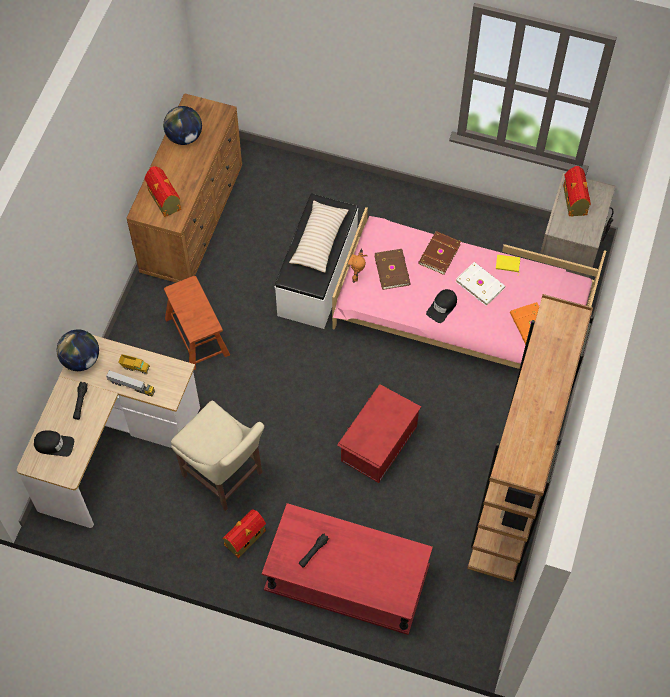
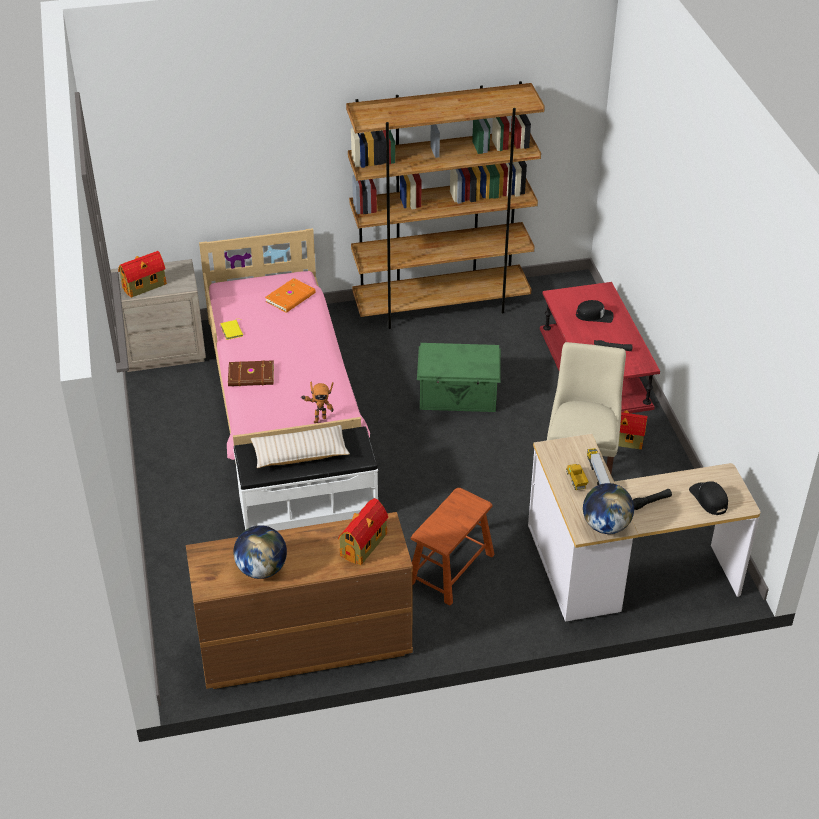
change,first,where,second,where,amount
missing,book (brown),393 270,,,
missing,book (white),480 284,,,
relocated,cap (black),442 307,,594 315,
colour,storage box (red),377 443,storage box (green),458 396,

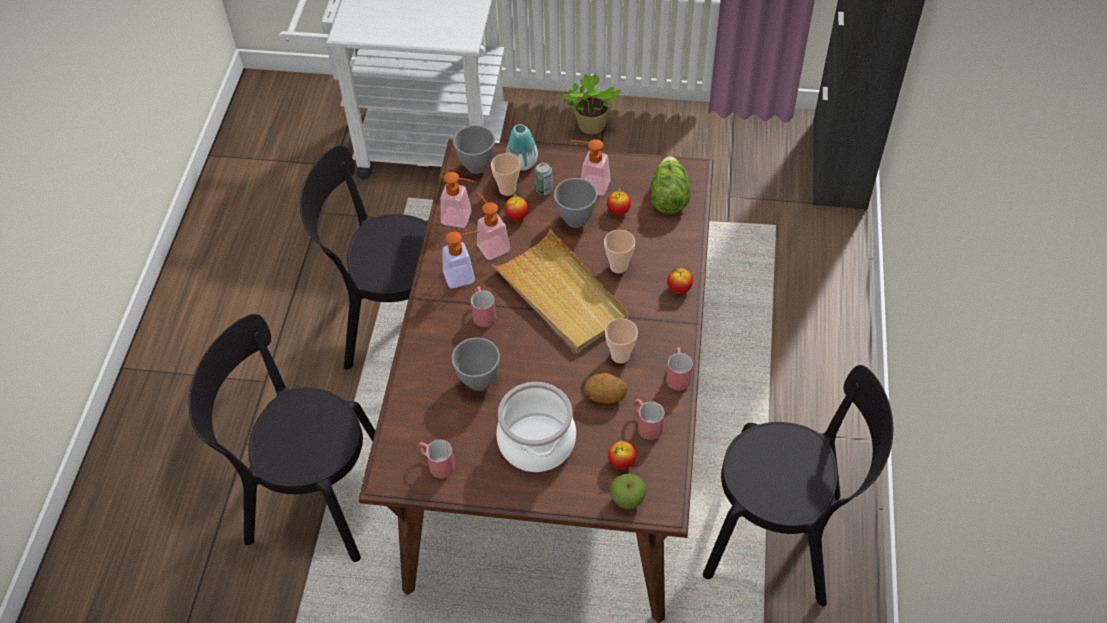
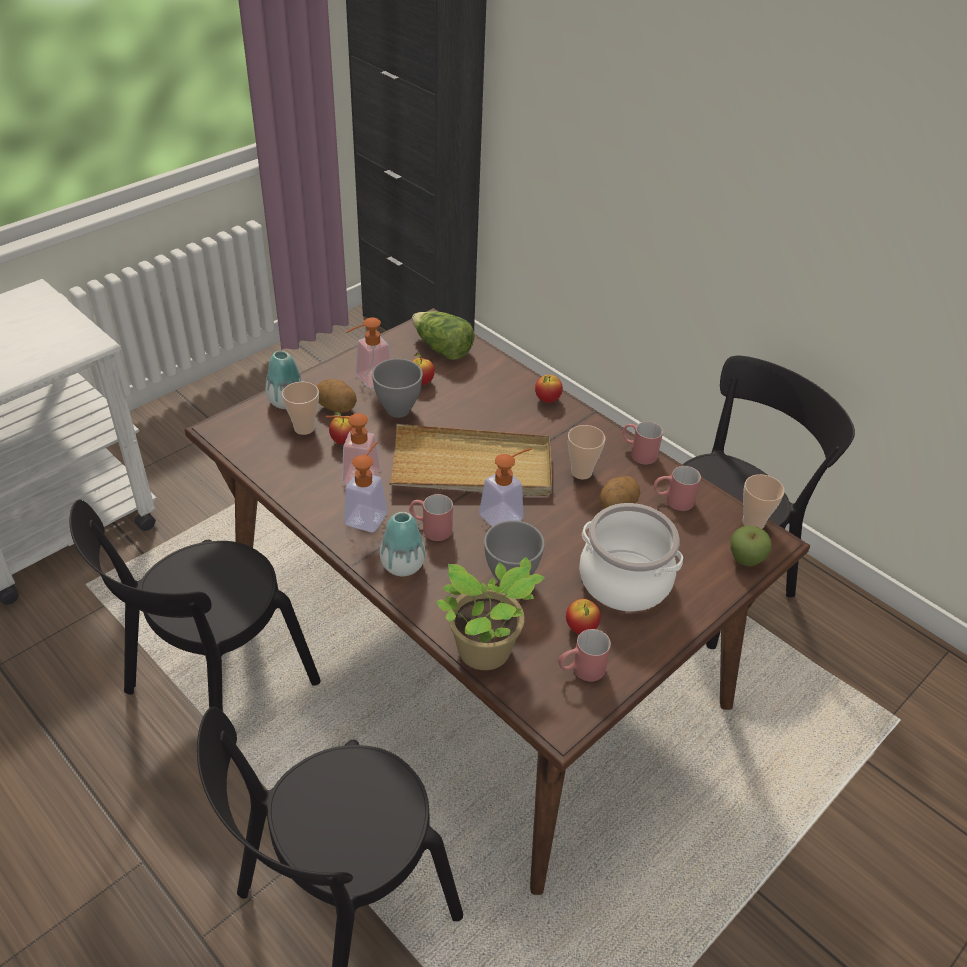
change,first,where,second,where,amount
missing,bowl (grey),477 167,,,
appeared,,,vase,402 565,
relocated,soap dispenser,462 218,,507 514,
relocated,potted plant,590 126,,486 653,
relocated,cup,618 266,,753 523,
relocated,apple,621 462,,581 628,
exchanged,can,544 190,potato,337 408,

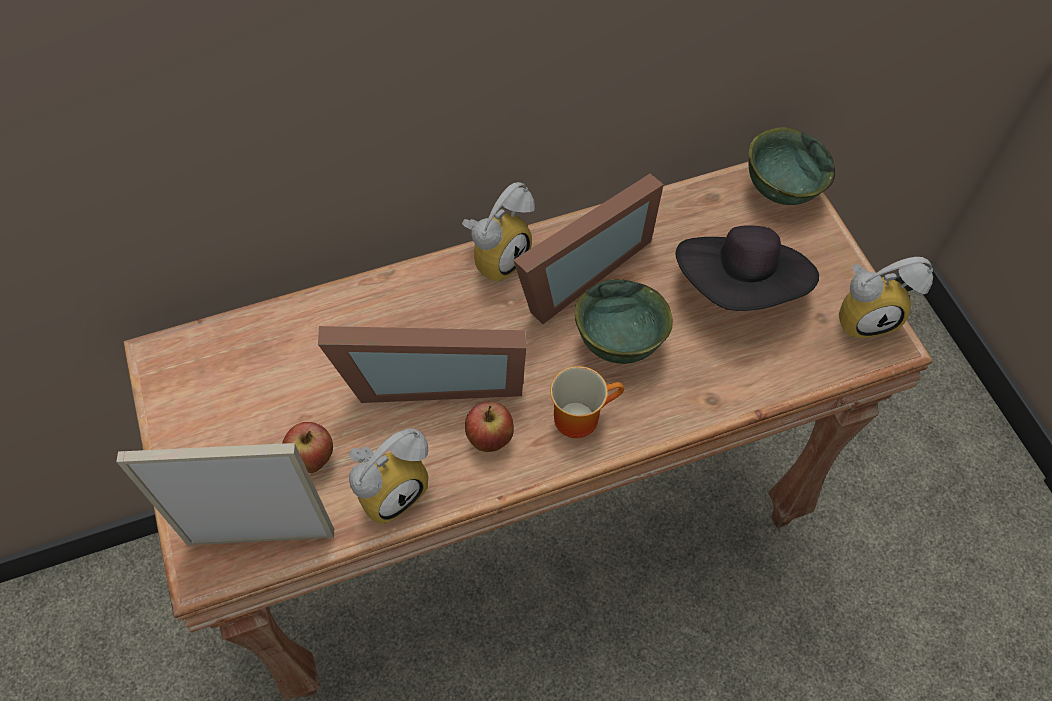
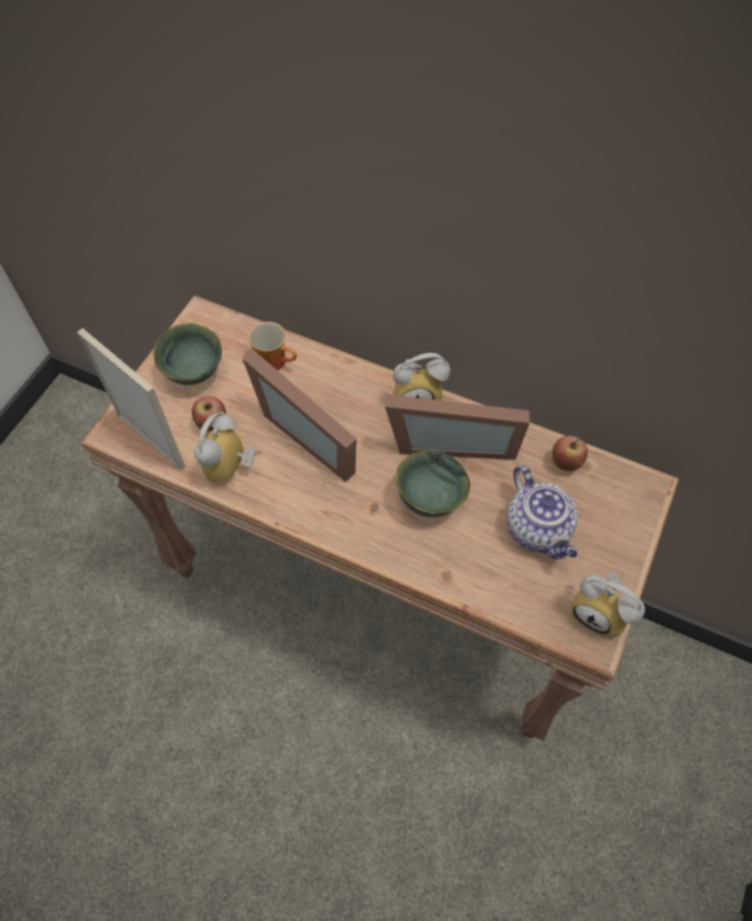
change,first,where,second,where,amount
relocated,apple,490 439,,565 463,
relocated,mug,580 414,,275 360,
relocated,bowl (green),779 190,,194 371,
exchanged,hat (black),740 288,teapot,538 530,
spun,alarm clock,391 487,,231 470,105 degrees clockwise

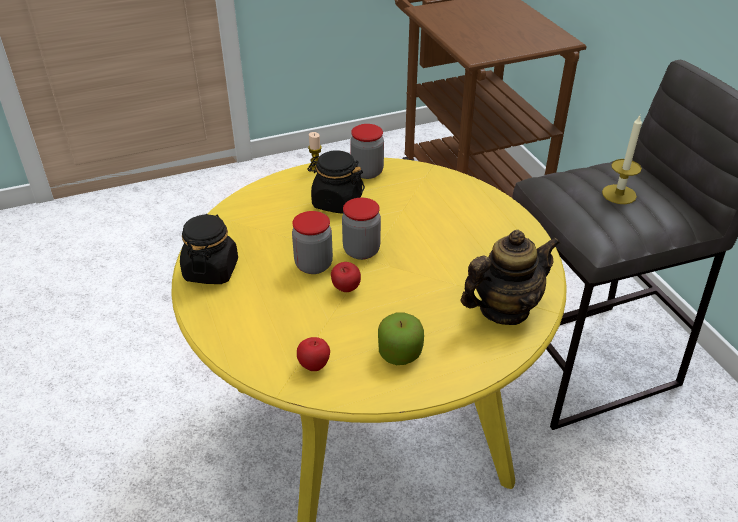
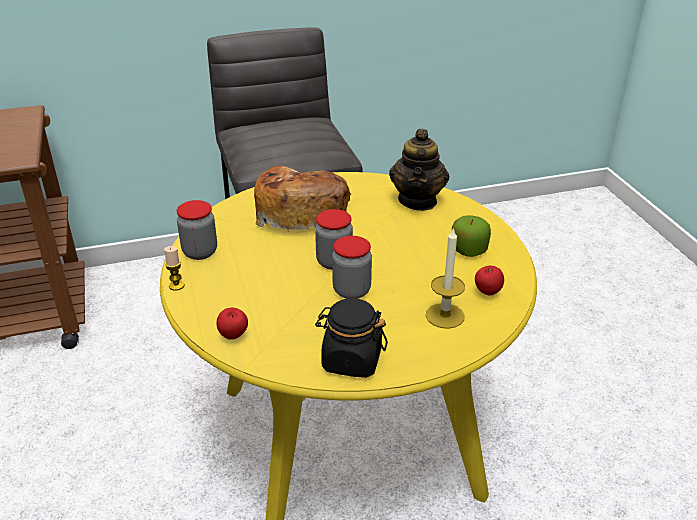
change,first,where,second,where,amount
missing,jar (black),336 202,,,
appeared,,,bread,300 211,
relocated,apple,345 290,,233 337,
relocated,candle,619 194,,445 316,
spun,teapot,504 309,,418 201,150 degrees counterclockwise

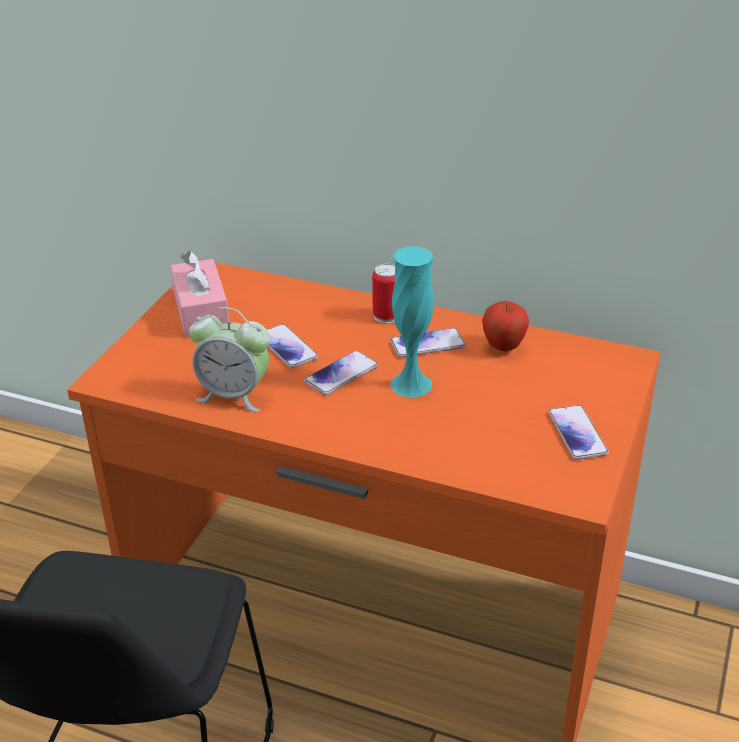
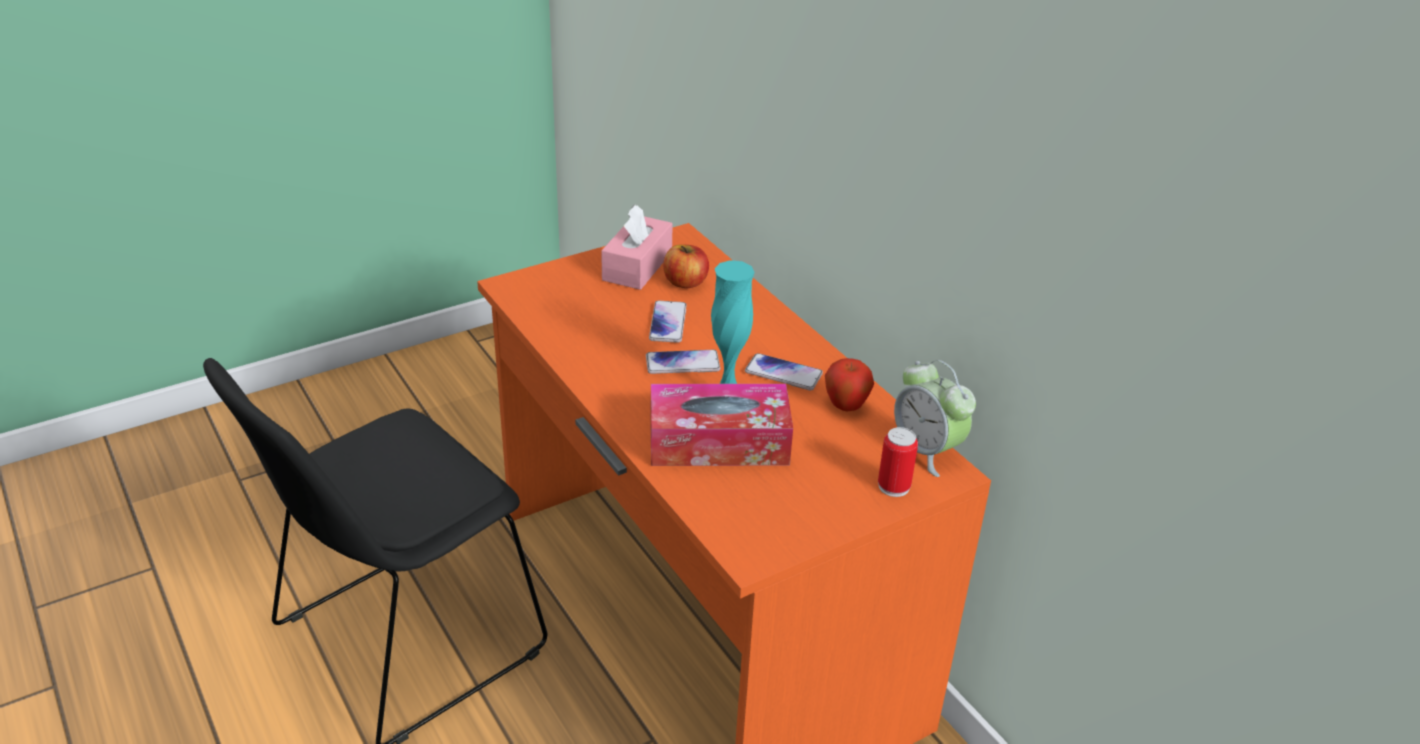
change,first,where,second,where,amount
missing,phone,577 433,,,
appeared,,,tissue box,718 442,
appeared,,,apple,685 282,
relocated,alarm clock,234 395,,926 450,
relocated,can,386 316,,894 486,

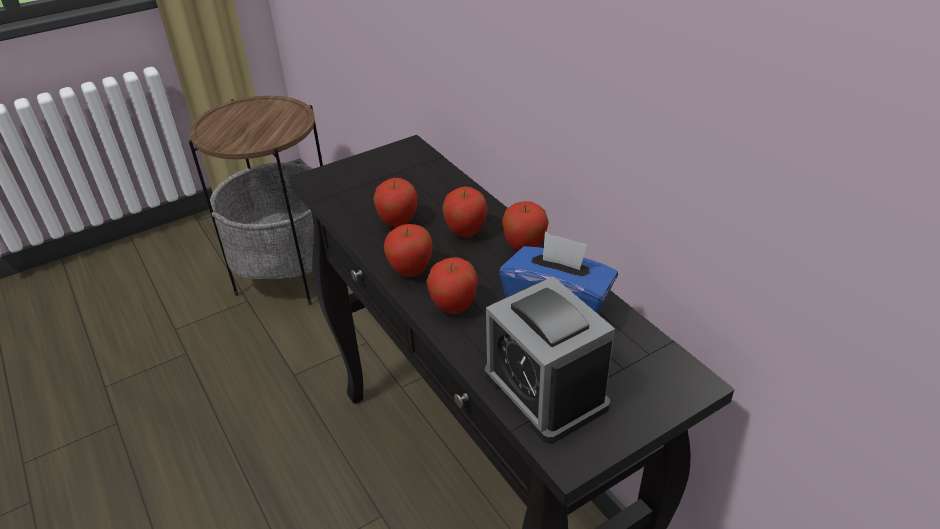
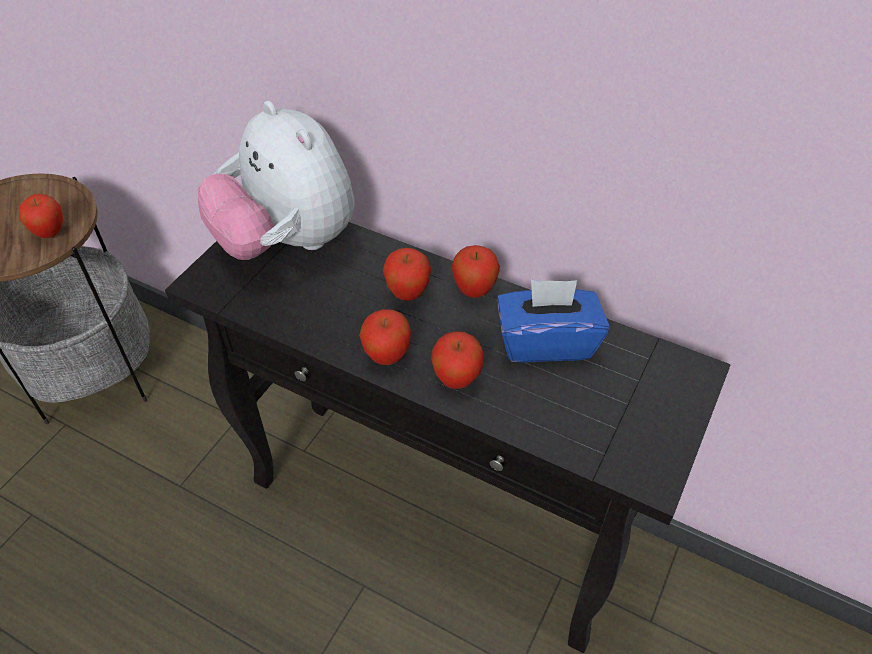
change,first,where,second,where,amount
missing,alarm clock,545 390,,,
appeared,,,plush toy,287 243,
relocated,apple,398 223,,50 233,

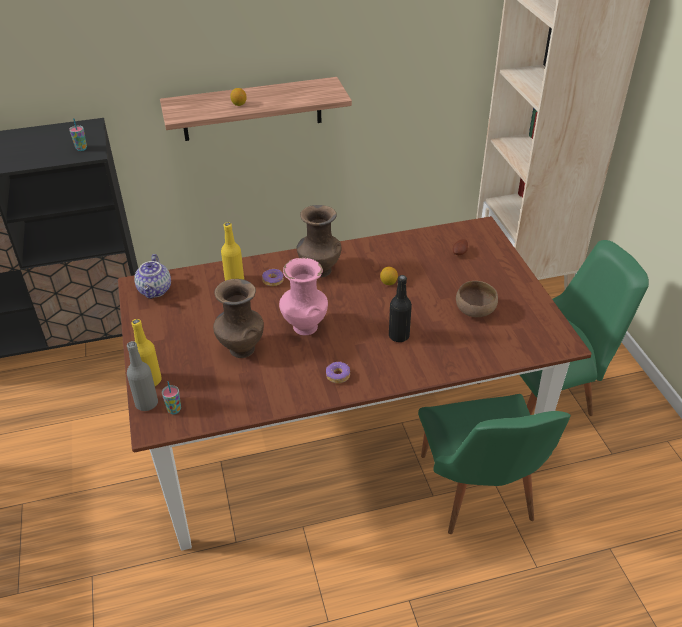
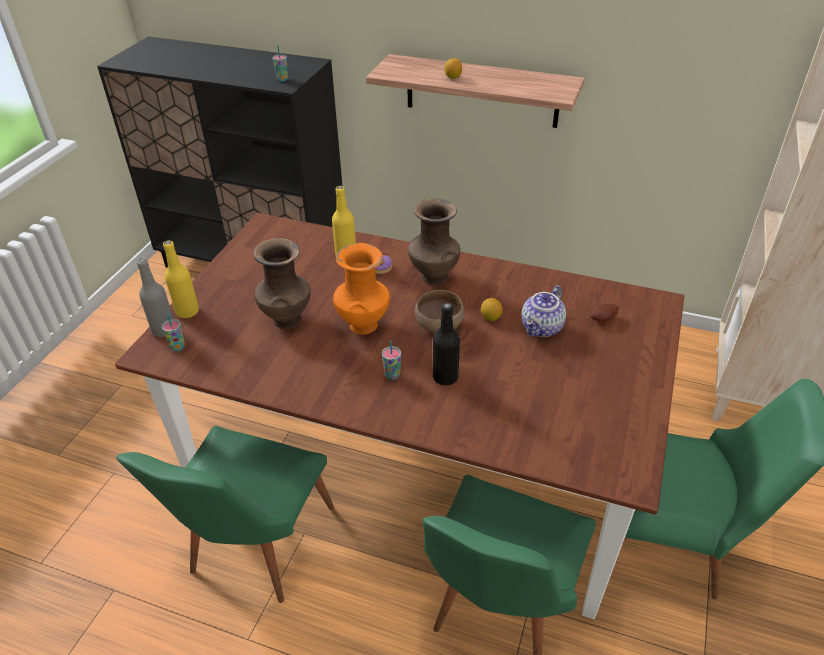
change,first,where,second,where,amount
missing,donut,337 376,,,
appeared,,,chair (green),253 550,
appeared,,,cup,392 375,
relocated,teapot,156 290,,542 328,
relocated,bowl (brown),476 311,,439 326,
colour,vase (pink),304 326,vase (orange),363 324,

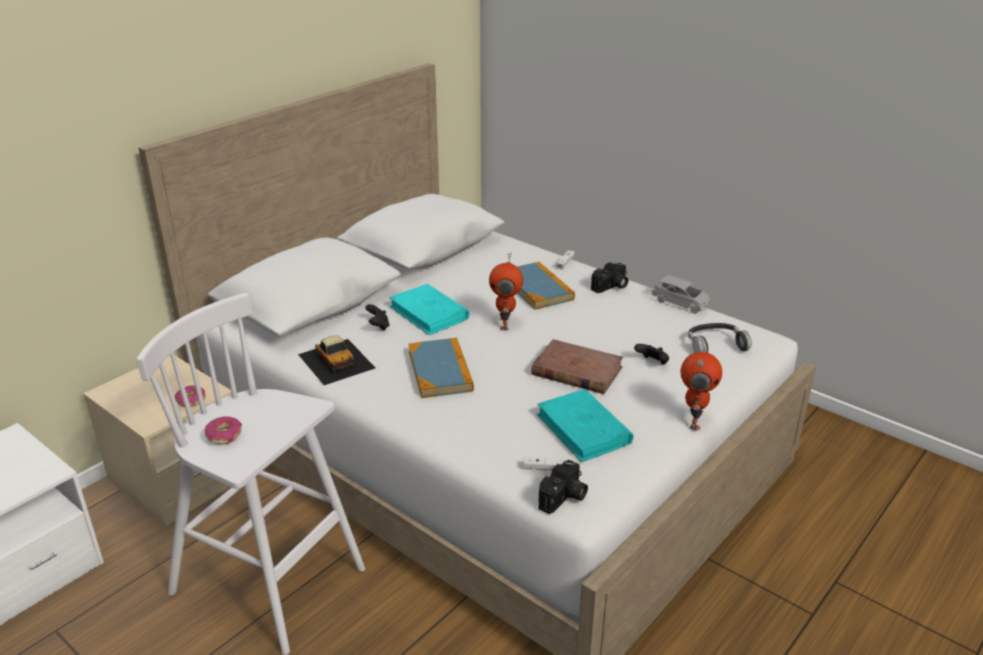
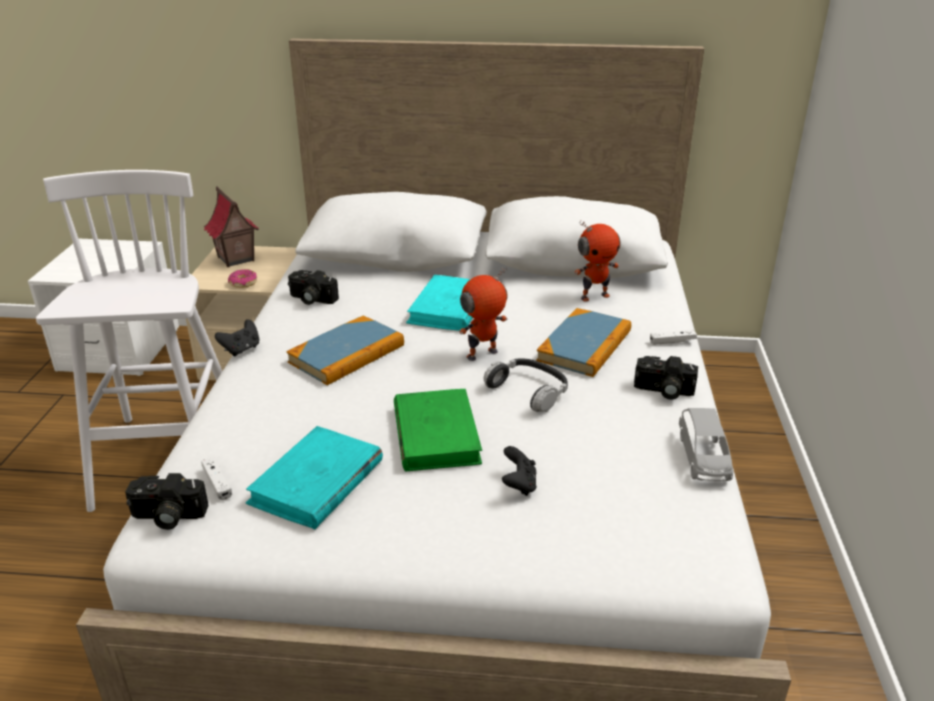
change,first,where,second,where,amount
missing,donut,224 435,,,
appeared,,,toy house,235 259,
relocated,game controller (black),378 326,,241 349,
relocated,toy robot,693 420,,594 296,
relocated,headphones,716 345,,528 391,
exchanged,toy car,336 360,photo camera,311 299,
colour,book (brown),576 371,book (green),436 434,

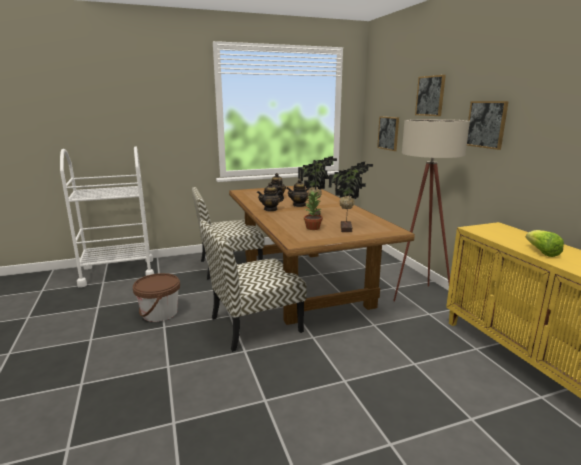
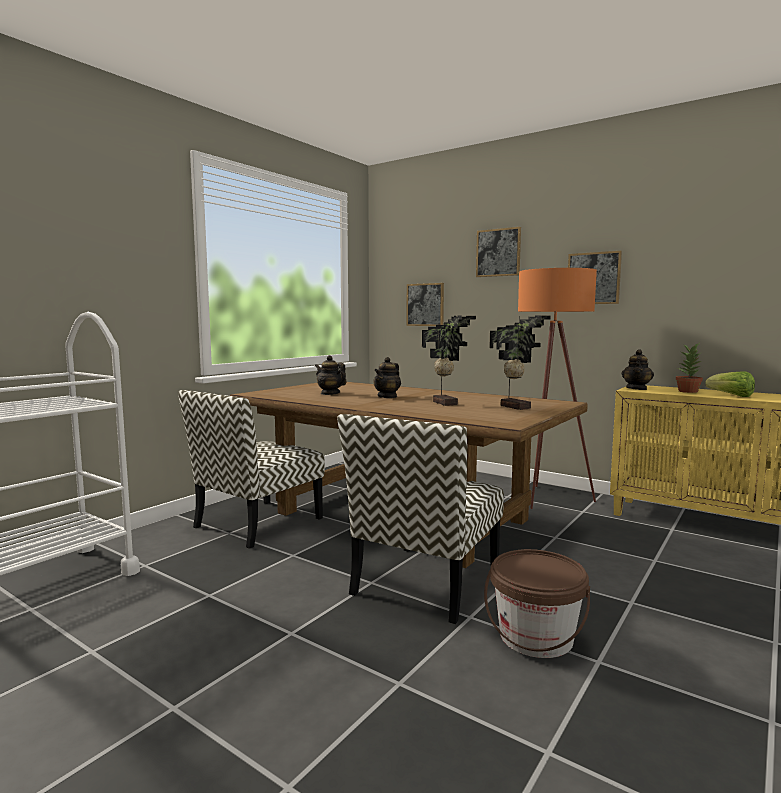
change,first,where,second,where,amount
relocated,bucket (brown),159 313,,535 637,
relocated,teapot,270 209,,636 388,
relocated,potted plant,312 228,,688 391,
colour,floor lamp (beige),417 299,floor lamp (orange),548 500,

